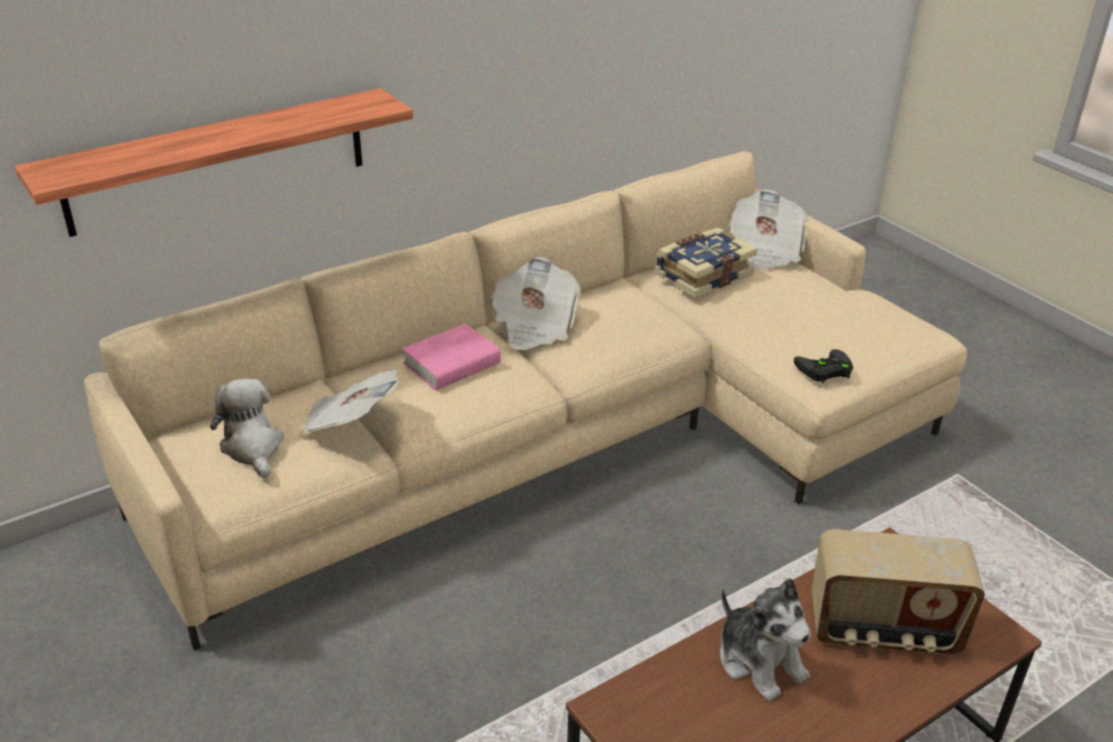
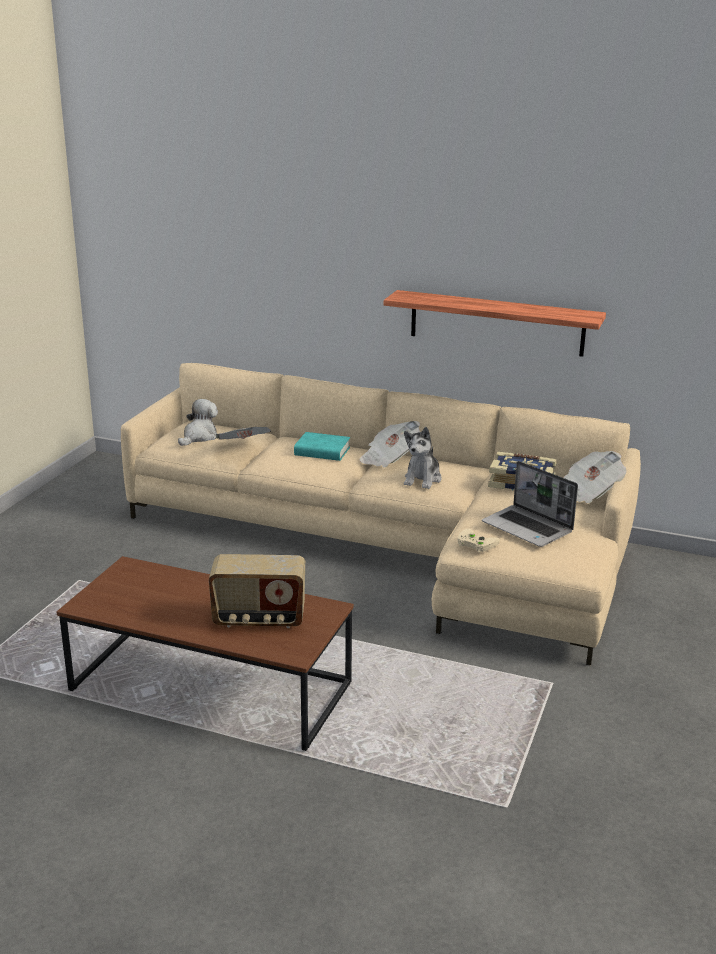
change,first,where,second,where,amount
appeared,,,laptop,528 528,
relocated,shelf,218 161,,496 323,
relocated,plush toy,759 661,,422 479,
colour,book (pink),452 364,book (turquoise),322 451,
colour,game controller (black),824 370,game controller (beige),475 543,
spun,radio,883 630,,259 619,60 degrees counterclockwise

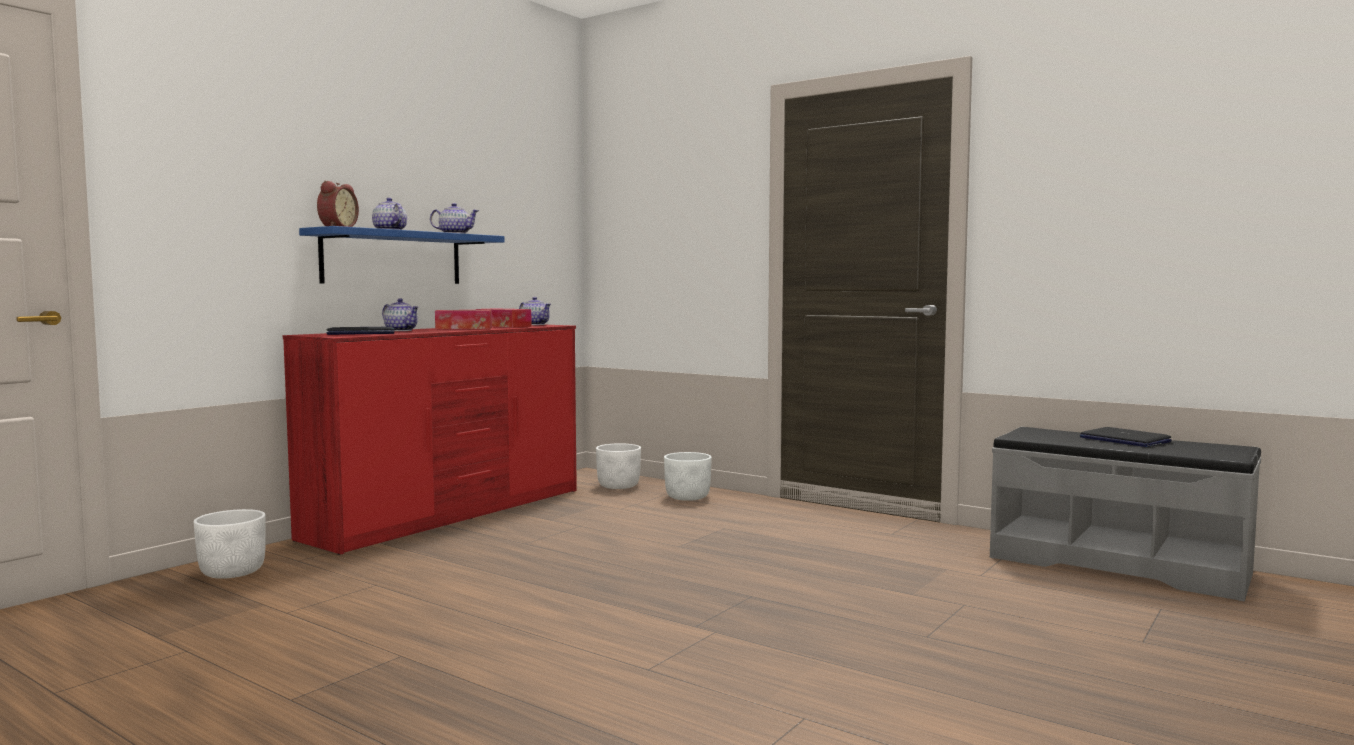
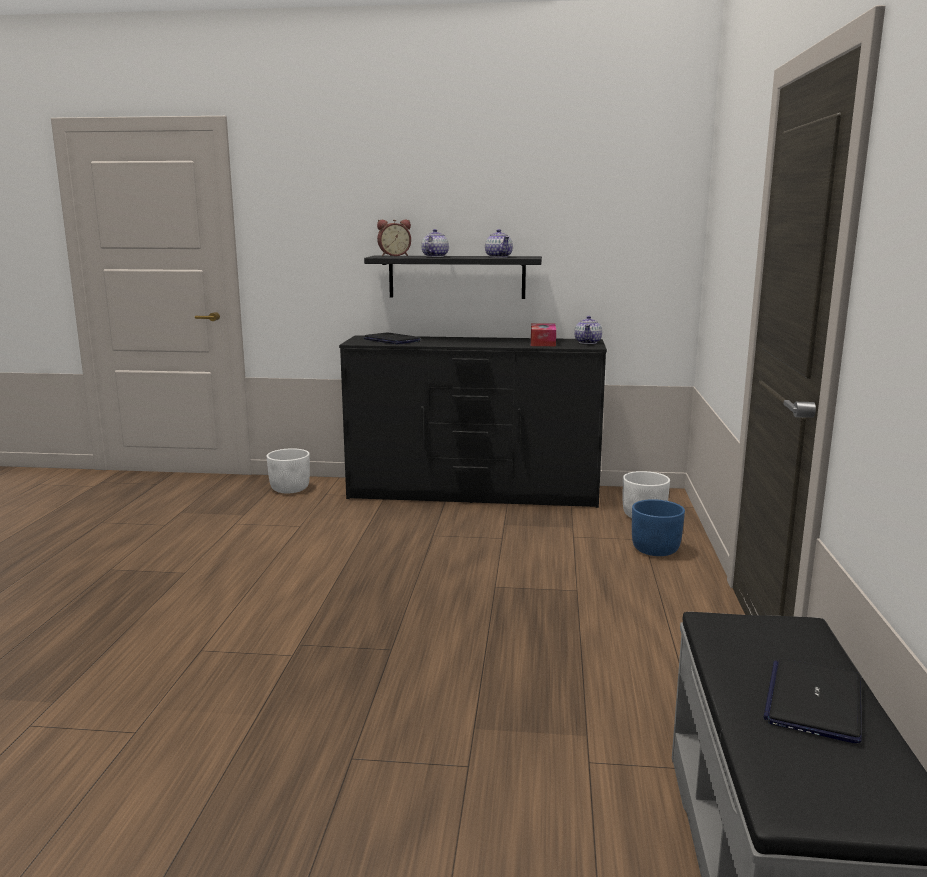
change,first,where,second,where,amount
missing,teapot,401 330,,,
missing,tissue box,464 328,,,
colour,dresser (red),451 514,dresser (black),474 494,
colour,shelf (blue),393 258,shelf (black),456 277,
colour,planter (white),688 497,planter (blue),656 550,

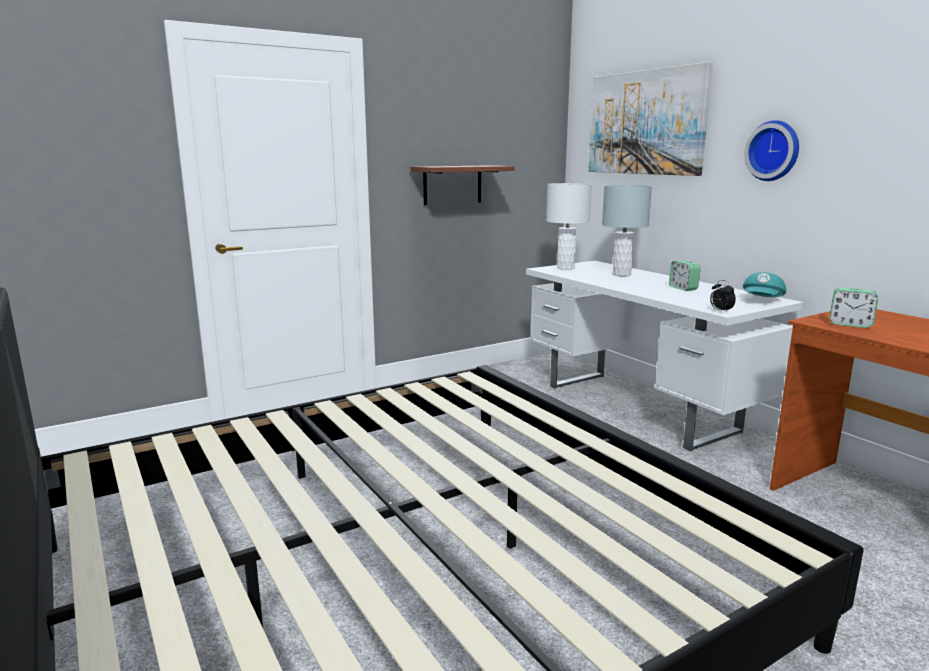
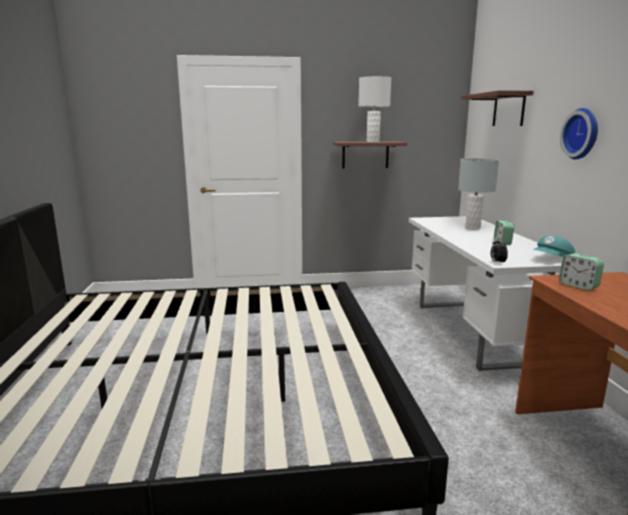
change,first,where,second,where,amount
relocated,table lamp (white),565 268,,372 142,
exchanged,picture,645 123,shelf,508 109,

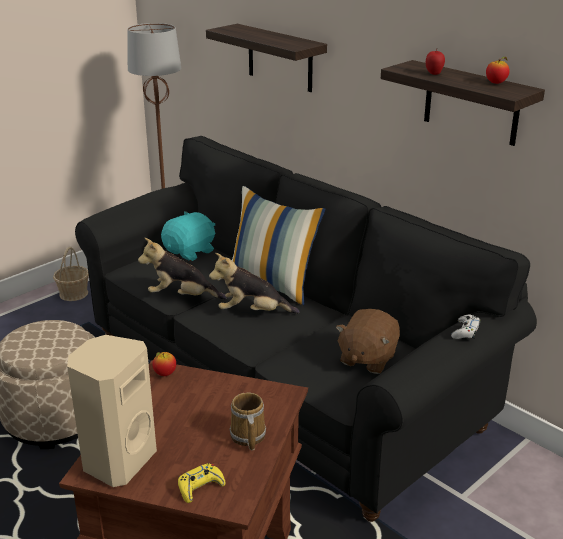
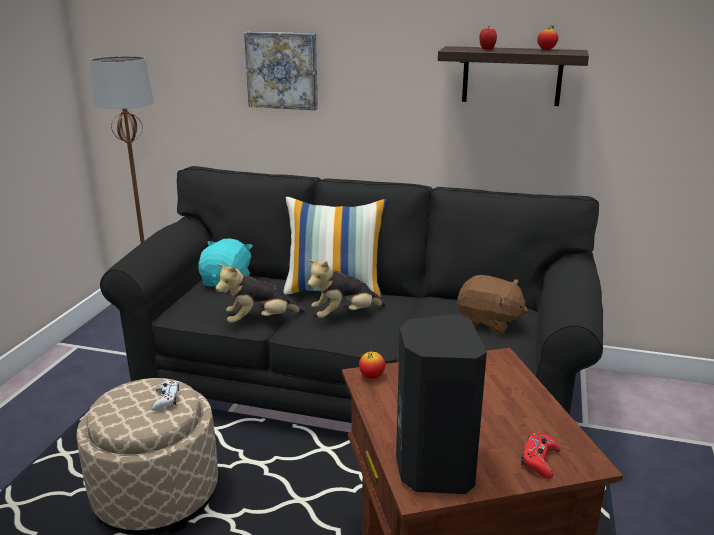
change,first,where,second,where,amount
missing,basket,74 293,,,
missing,mug,247 436,,,
relocated,game controller (white),465 331,,166 400,
exchanged,shelf,280 58,picture,283 70,
colour,speaker (beige),117 461,speaker (black),432 469,
colour,game controller (yellow),200 487,game controller (red),539 460,
spun,plush toy (brown),367 358,,489 322,60 degrees counterclockwise

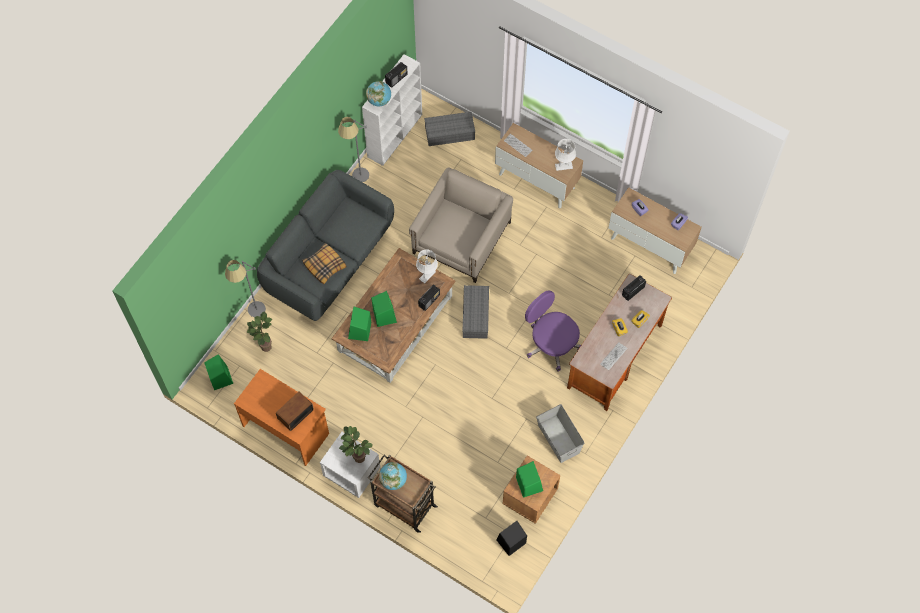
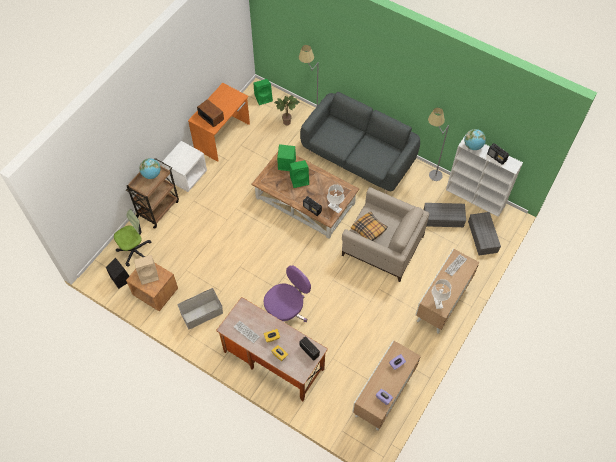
change,first,where,second,where,amount
missing,potted plant,357 457,,,
appeared,,,office chair,135 251,
relocated,pillow,325 265,,369 230,
relocated,storage box (grey),475 314,,444 218,
colour,speaker (green),529 483,speaker (beige),149 274,

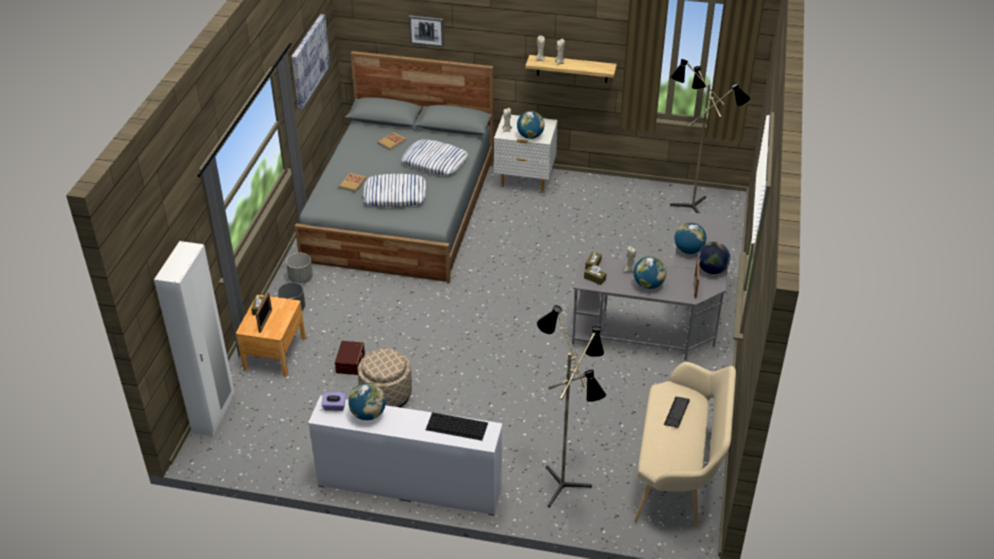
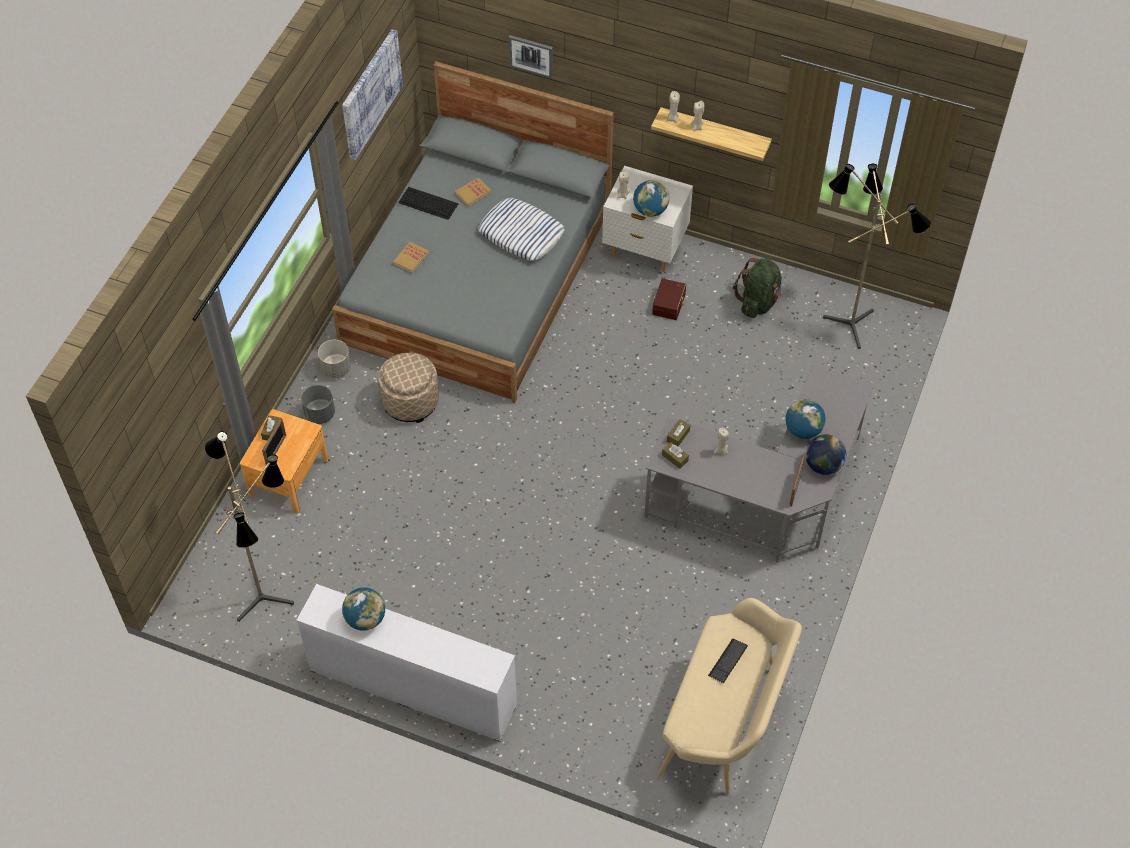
change,first,where,second,where,amount
missing,wardrobe (white),214 414,,,
missing,tissue box (purple),334 407,,,
missing,pillow,395 195,,,
missing,globe,648 285,,,
appeared,,,backpack (green),758 302,
relocated,storage box (brown),351 363,,669 304,
relocated,ottoman (beige),386 395,,410 401,
relocated,keyboard,456 426,,427 203,
relocated,floor lamp,567 484,,268 596,

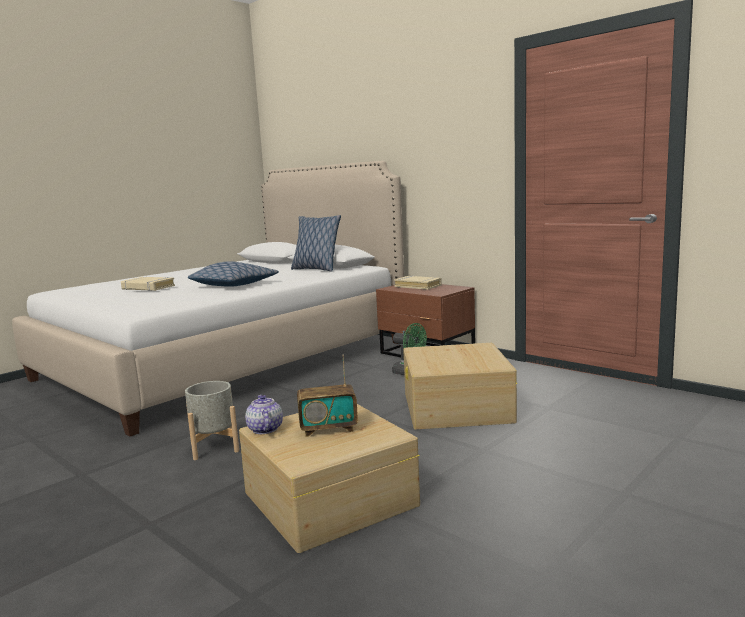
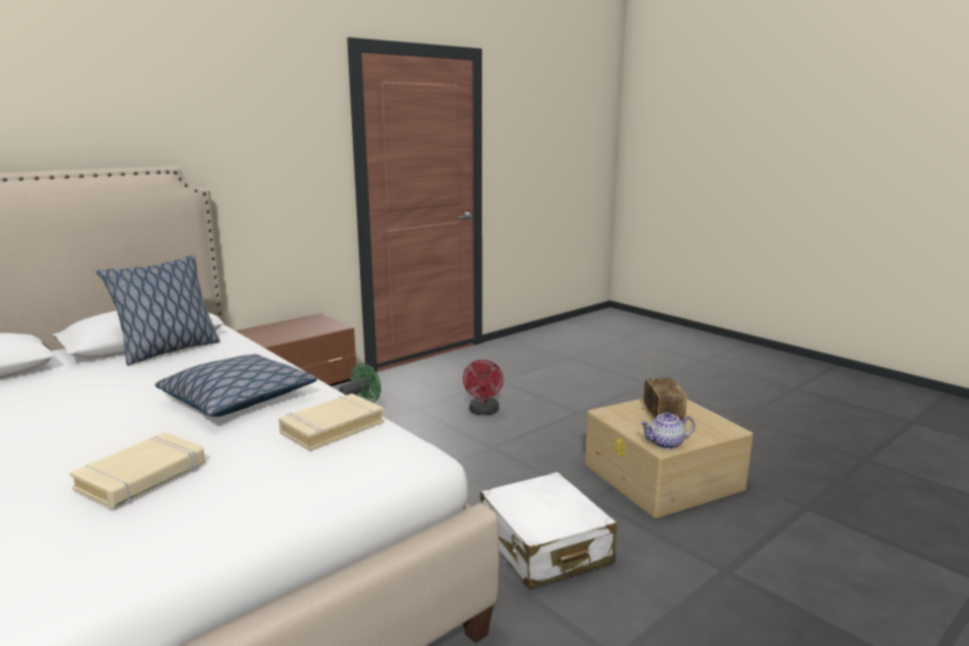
change,first,where,second,where,amount
relocated,book (beige),418 286,,332 427,
exchanged,planter (grey),215 447,suitcase (white),544 547,
exchanged,storage box (beige),456 407,fan (red),483 412,

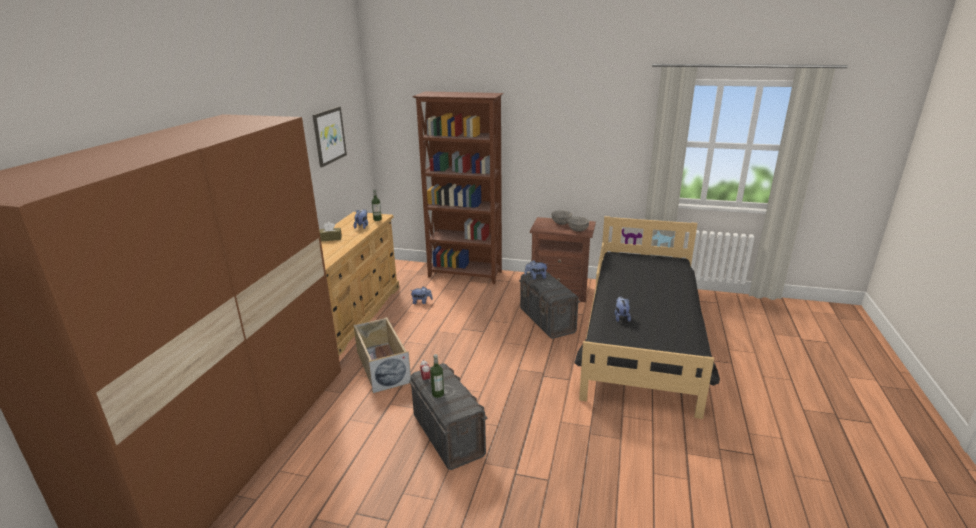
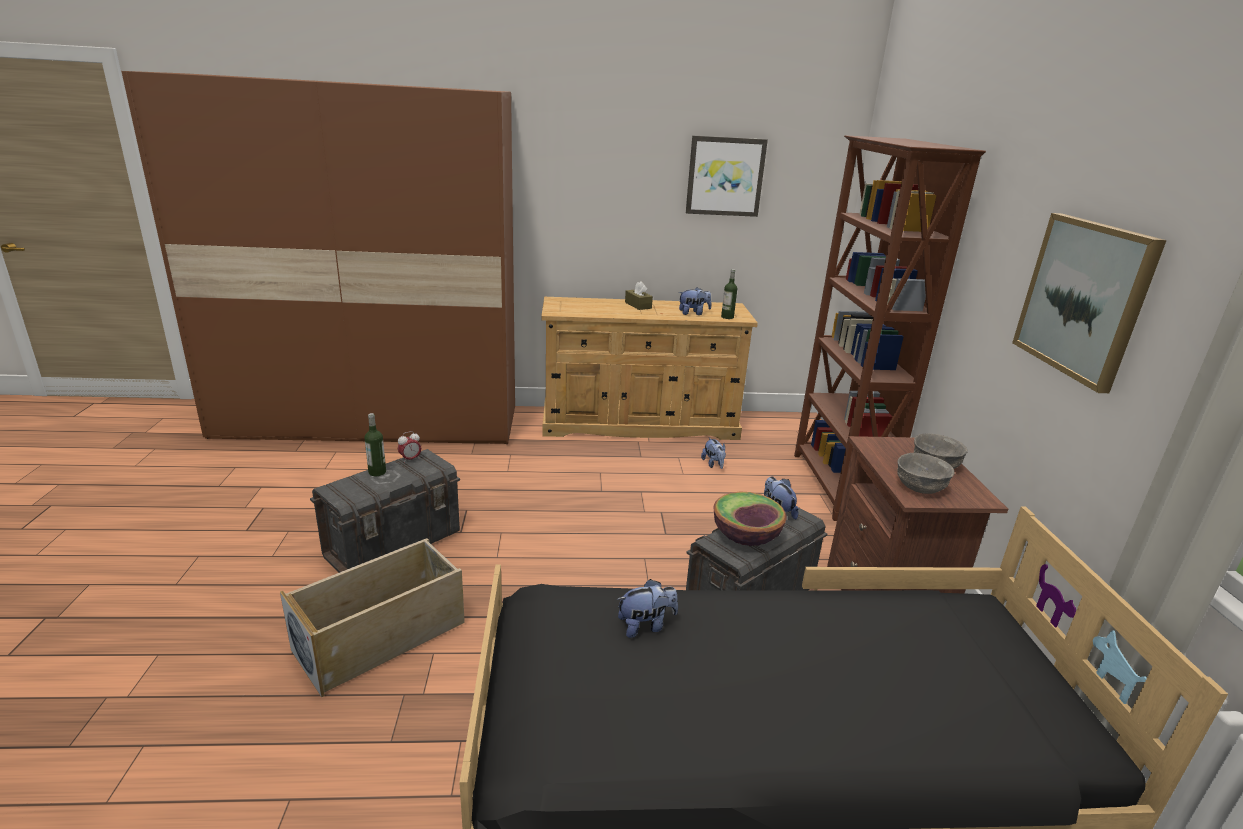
change,first,where,second,where,amount
appeared,,,bowl,745 537,
appeared,,,picture,1084 298,
relocated,storage box (beige),382 367,,382 636,

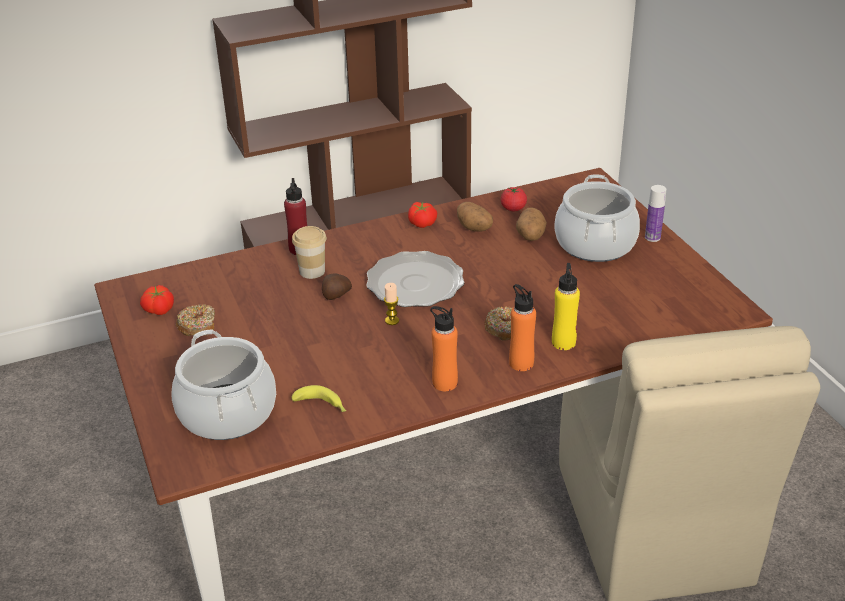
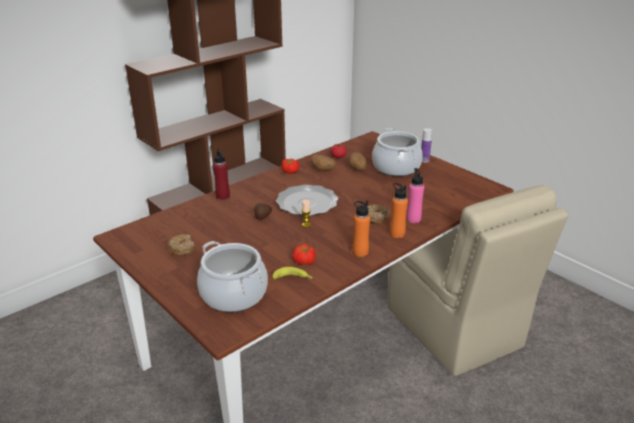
change,first,where,second,where,amount
missing,cup,312 271,,,
relocated,tomato,158 309,,304 261,
colour,bottle (yellow),563 342,bottle (pink),413 219,

